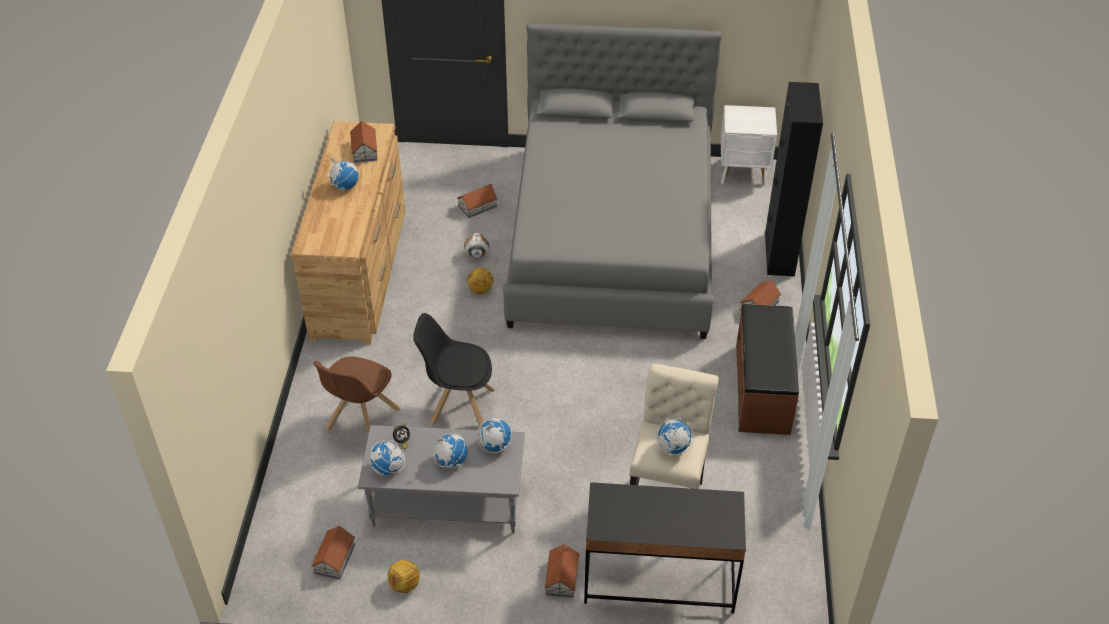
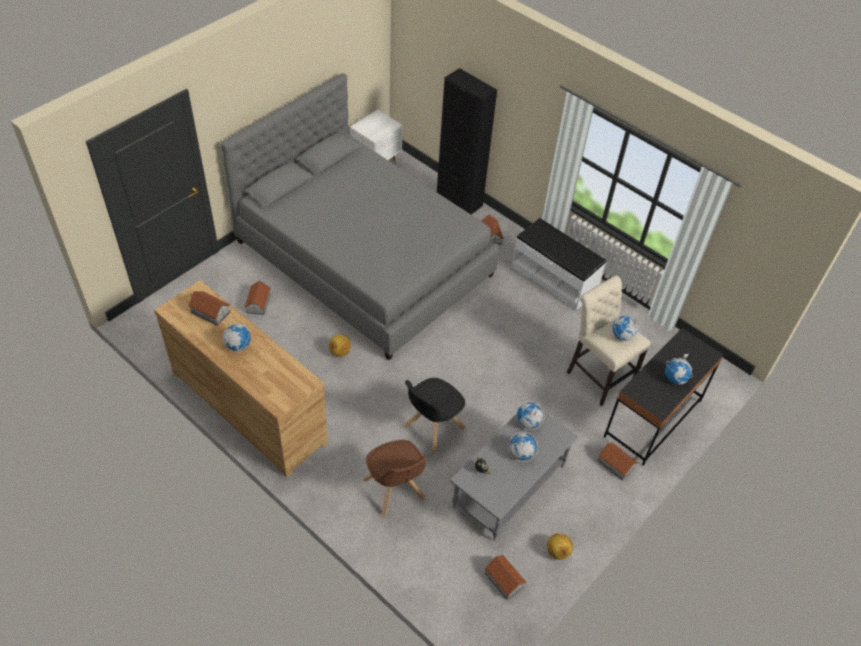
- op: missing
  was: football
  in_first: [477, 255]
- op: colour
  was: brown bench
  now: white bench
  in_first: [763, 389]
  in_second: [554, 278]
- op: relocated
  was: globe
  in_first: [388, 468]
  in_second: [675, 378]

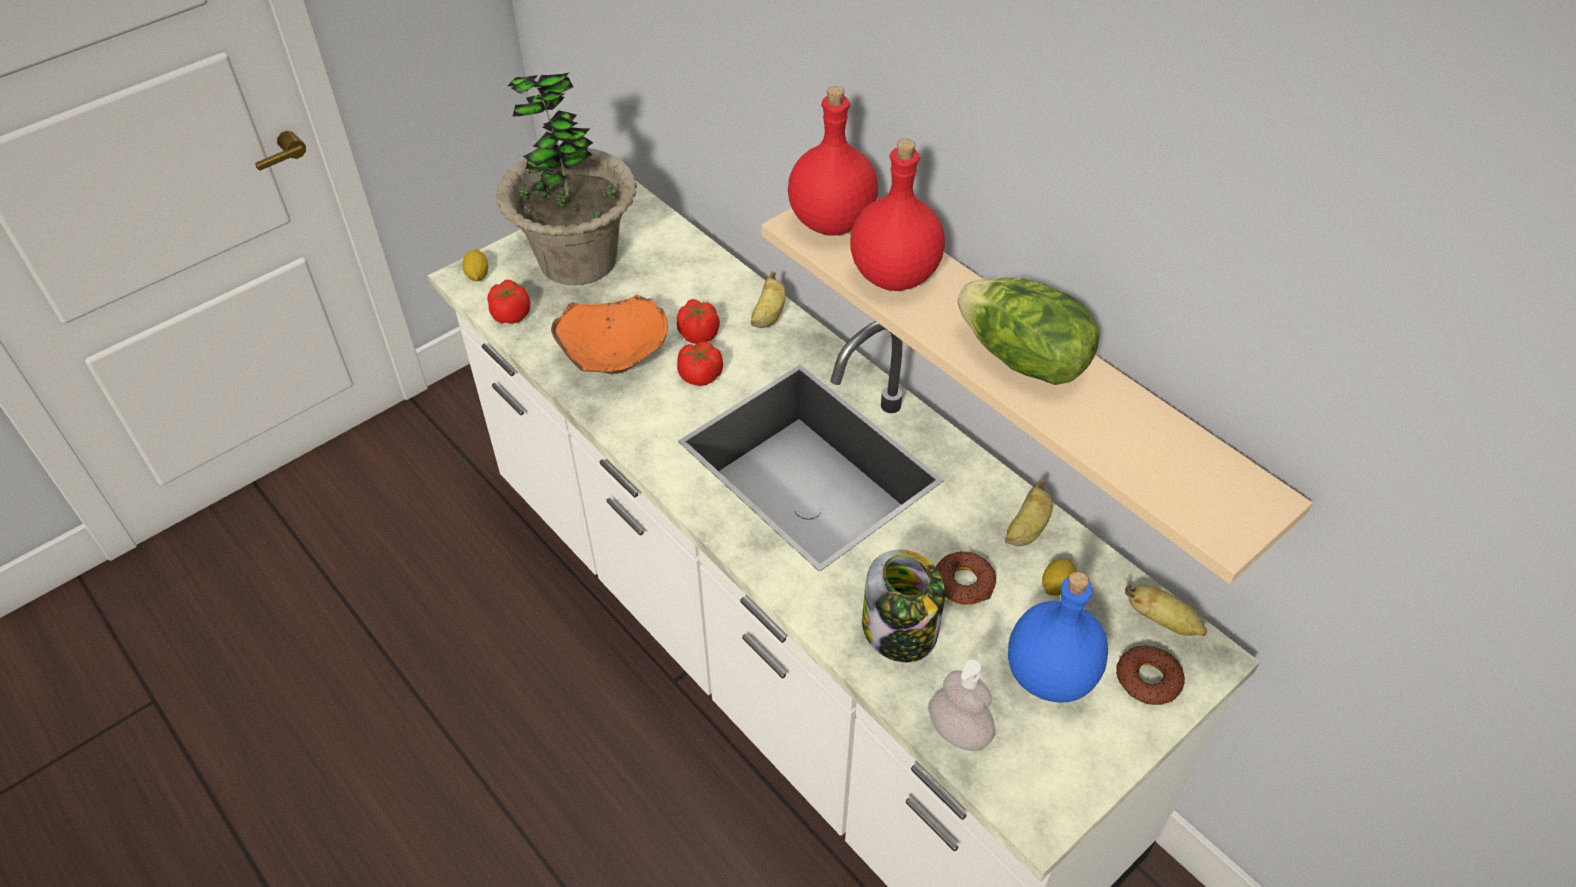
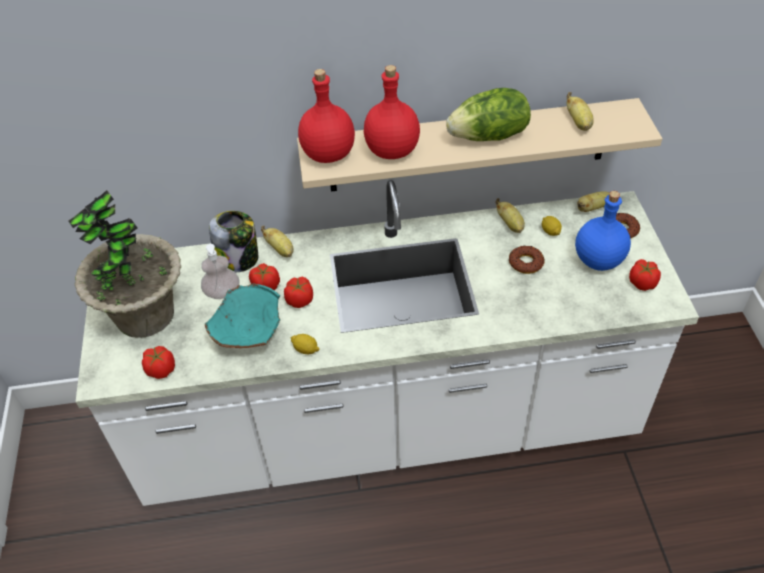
- op: relocated
  was: lemon
  in_first: [477, 274]
  in_second: [305, 349]
- op: colour
  was: orange bowl
  now: turquoise bowl
  in_first: [614, 357]
  in_second: [248, 333]
- op: relocated
  was: jar
  in_first: [900, 631]
  in_second: [238, 259]
- op: relocated
  was: soap dispenser
  in_first: [958, 731]
  in_second: [222, 292]
- op: appeared
  now: banana
  in_second: [579, 123]
- op: appeared
  now: tomato
  in_second: [642, 282]

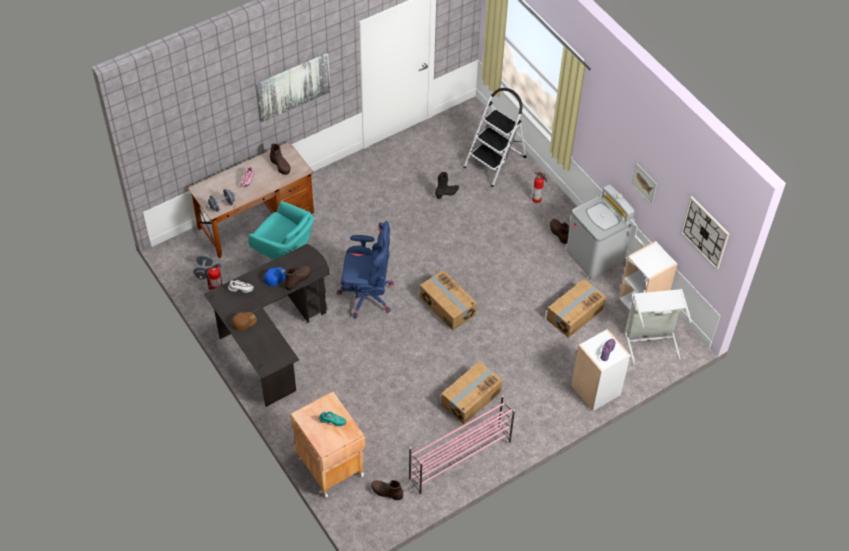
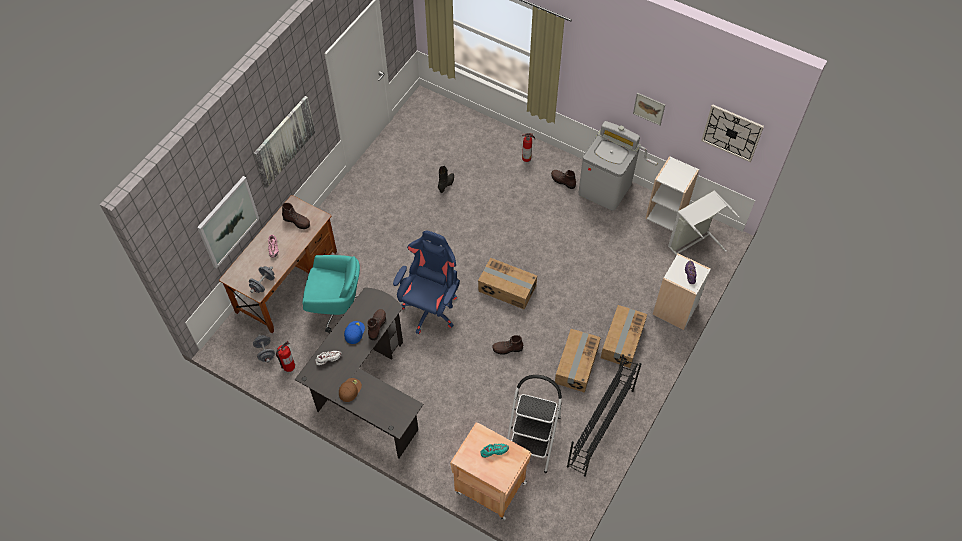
- op: relocated
  was: step ladder
  in_first: [496, 162]
  in_second: [533, 437]
- op: spun
  was: blue office chair
  in_first: [366, 296]
  in_second: [430, 310]
  clockwise: -45
- op: relocated
  was: cardboard box
  in_first: [574, 314]
  in_second: [622, 341]
- op: colour
  was: pink shoe rack
  now: black shoe rack
  in_first: [459, 460]
  in_second: [600, 428]
- op: relocated
  was: brown boot
  in_first: [386, 492]
  in_second: [507, 349]
- op: appeared
  now: picture
  in_second: [228, 222]

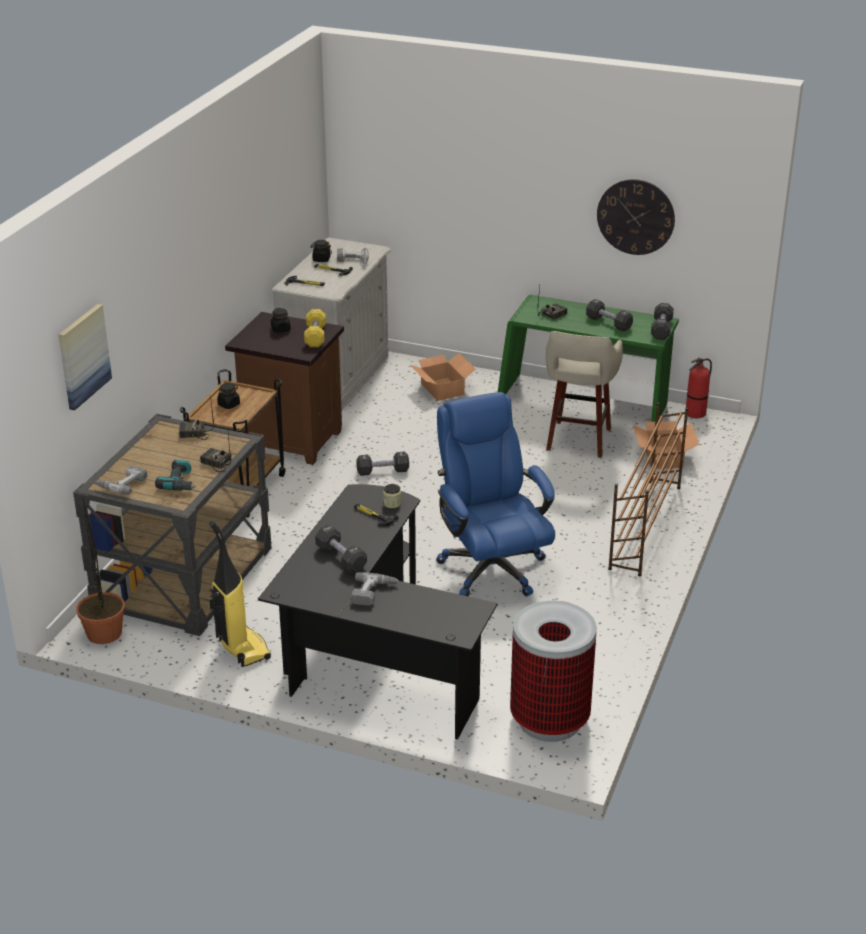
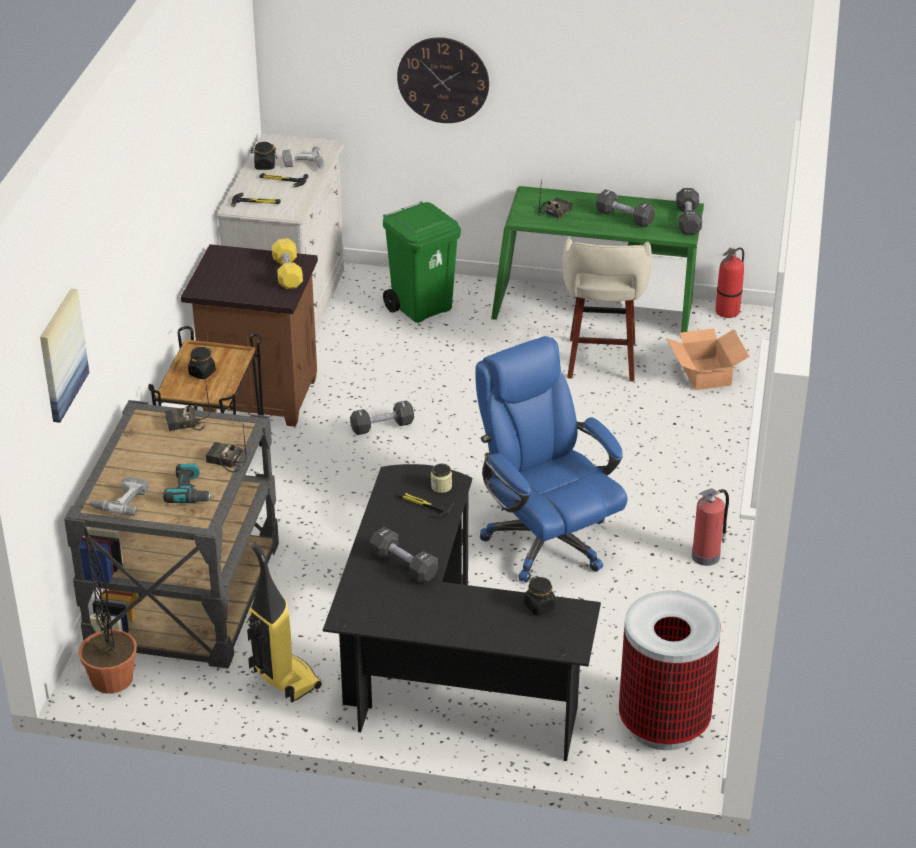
- op: relocated
  was: wall clock
  in_first: [635, 217]
  in_second: [443, 80]
- op: relocated
  was: black jar
  in_first: [281, 329]
  in_second: [539, 606]
- op: exchanged
  was: cardboard box
  now: green trash can
  in_first: [442, 389]
  in_second: [422, 307]
- op: missing
  was: brown shoe rack
  in_first: [645, 527]
- op: missing
  was: power drill
  in_first: [373, 593]
- op: appeared
  now: fire extinguisher
  in_second: [707, 555]

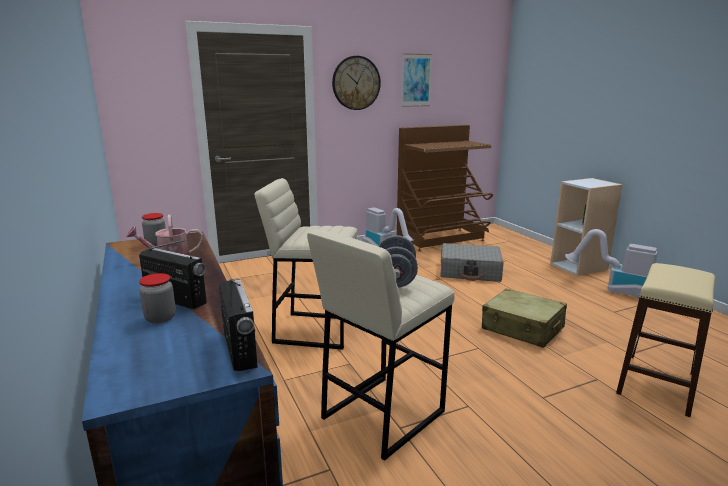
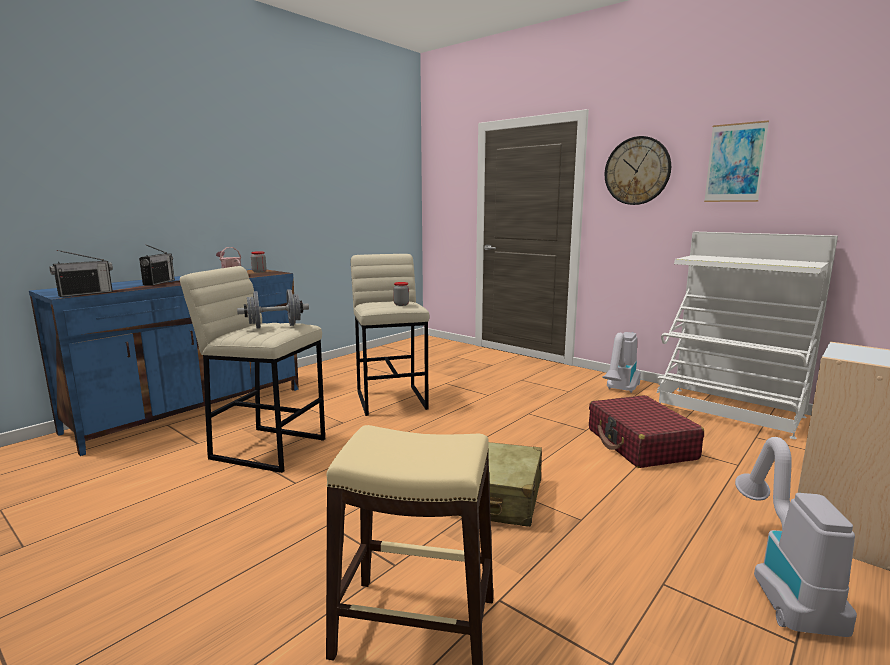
- op: colour
  was: brown shoe rack
  now: white shoe rack
  in_first: [442, 240]
  in_second: [728, 412]
- op: colour
  was: grey suitcase
  now: red suitcase
  in_first: [470, 271]
  in_second: [640, 444]
- op: relocated
  was: jar
  in_first: [160, 318]
  in_second: [401, 304]

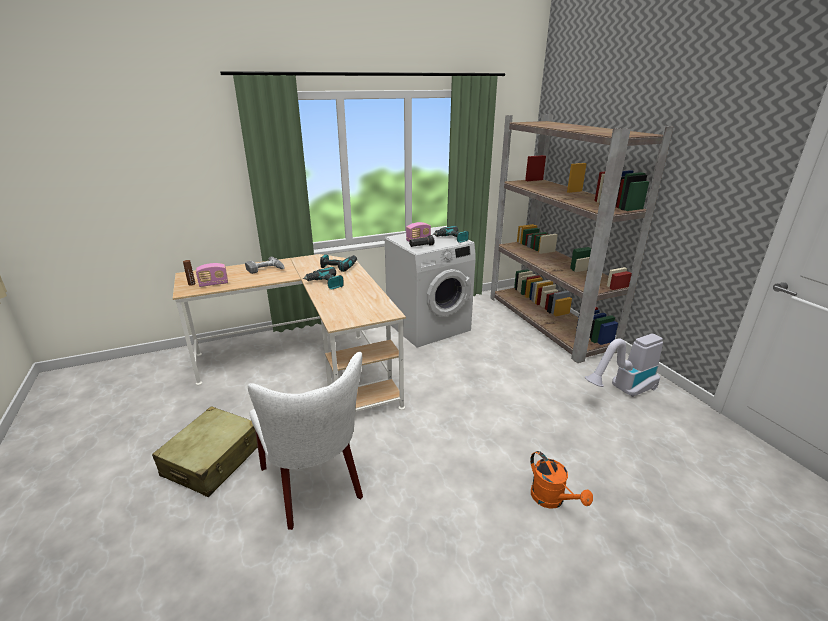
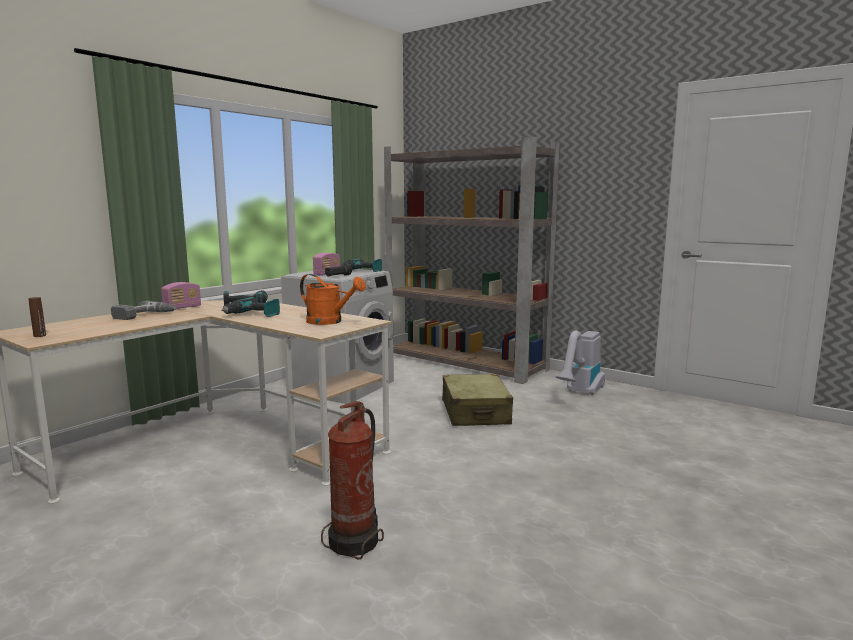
- op: relocated
  was: radio
  in_first: [214, 284]
  in_second: [182, 308]
- op: exchanged
  was: white chair
  now: fire extinguisher
  in_first: [314, 486]
  in_second: [356, 542]
- op: relocated
  was: beige suitcase
  in_first: [213, 460]
  in_second: [475, 412]
- op: relocated
  was: orange watering can
  in_first: [552, 500]
  in_second: [330, 322]

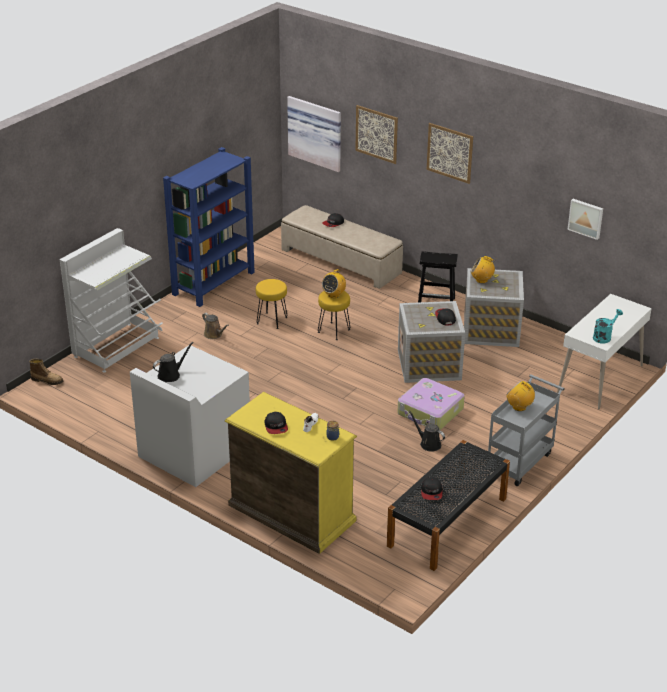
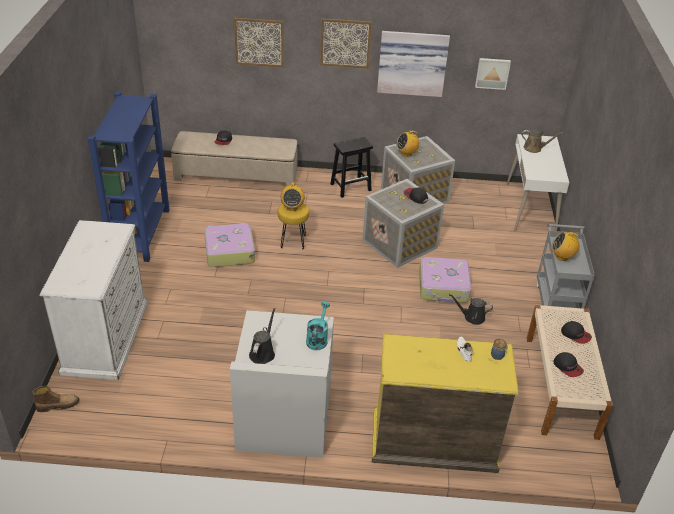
- op: relocated
  was: picture
  in_first: [316, 132]
  in_second: [412, 62]
- op: exchanged
  was: white shoe rack
  now: white dresser
  in_first: [119, 348]
  in_second: [105, 336]
- op: exchanged
  was: yellow stool
  now: suitcase
  in_first: [271, 320]
  in_second: [229, 251]
- op: relocated
  was: turquoise watering can
  in_first: [604, 336]
  in_second: [317, 338]
- op: relocated
  was: brown watering can
  in_first: [214, 335]
  in_second: [534, 148]
- op: relocated
  was: cap
  in_first: [276, 426]
  in_second: [575, 335]
- op: colour
  was: black bench
  now: beige bench
  in_first: [448, 522]
  in_second: [561, 386]

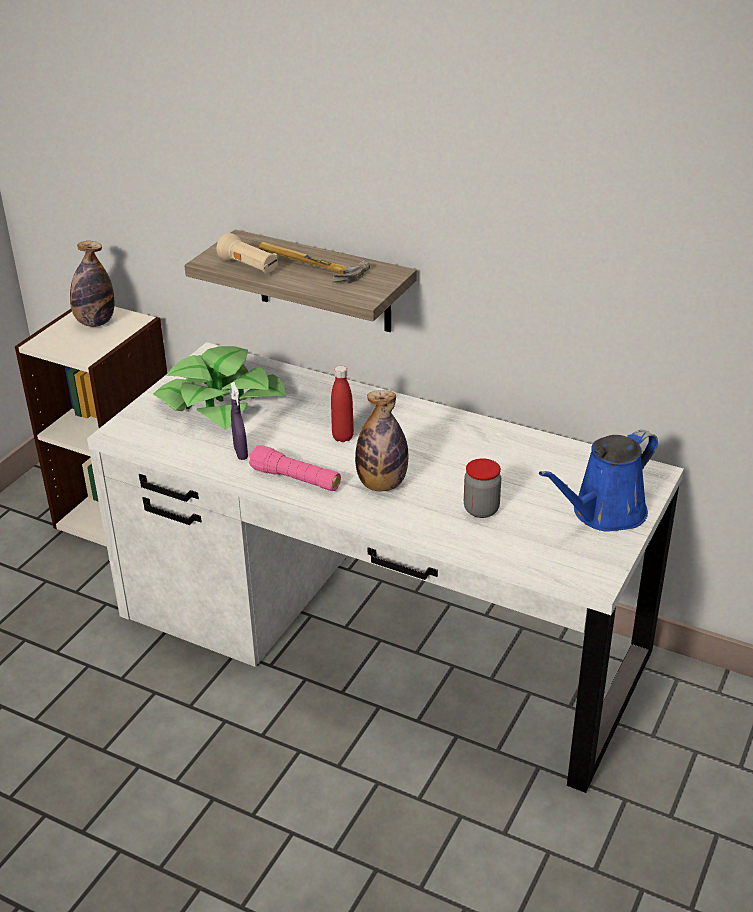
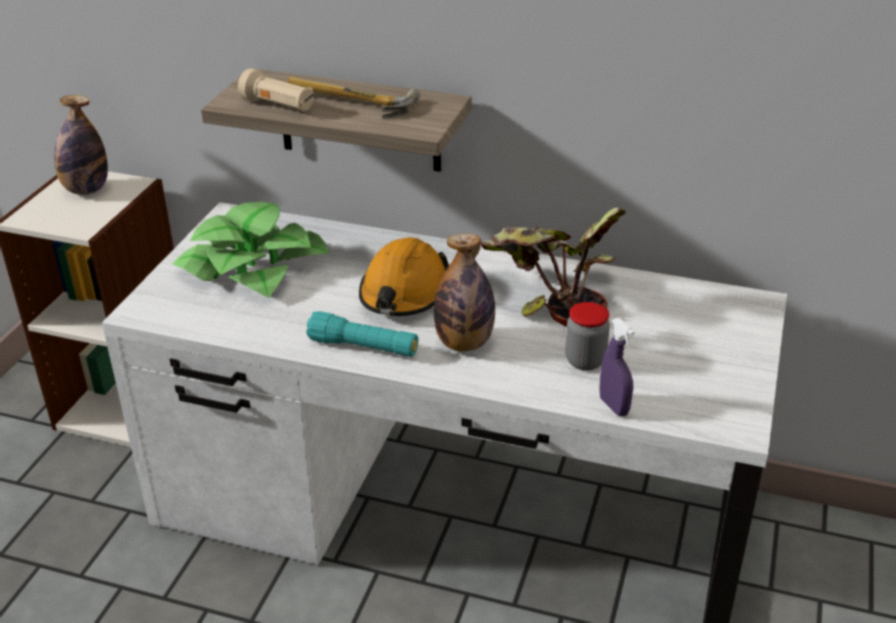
- op: exchanged
  was: red bottle
  now: orange hard hat
  in_first: [343, 437]
  in_second: [404, 294]
- op: relocated
  was: purple spray bottle
  in_first: [240, 453]
  in_second: [614, 406]
- op: missing
  was: blue watering can
  in_first: [604, 513]
- op: colour
  was: pink flashlight
  now: turquoise flashlight
  in_first: [296, 479]
  in_second: [363, 347]
- op: appeared
  now: potted plant
  in_second: [548, 295]

